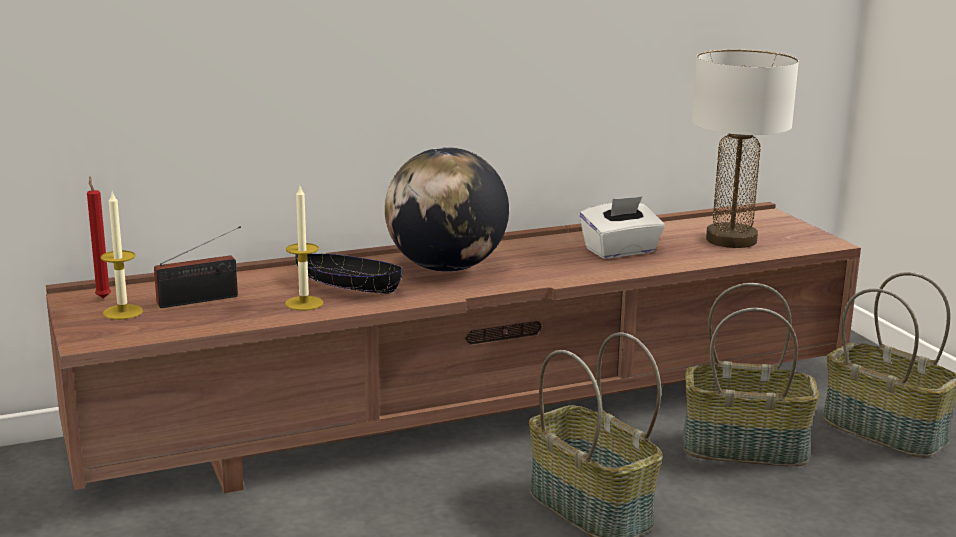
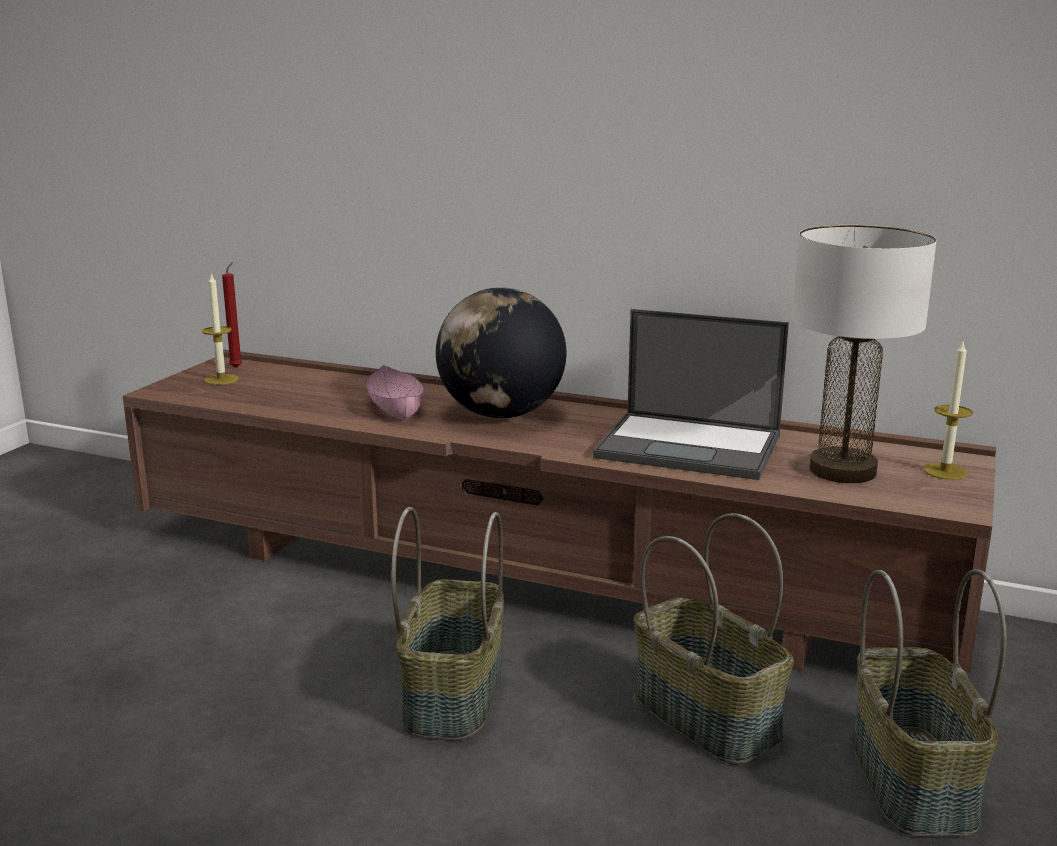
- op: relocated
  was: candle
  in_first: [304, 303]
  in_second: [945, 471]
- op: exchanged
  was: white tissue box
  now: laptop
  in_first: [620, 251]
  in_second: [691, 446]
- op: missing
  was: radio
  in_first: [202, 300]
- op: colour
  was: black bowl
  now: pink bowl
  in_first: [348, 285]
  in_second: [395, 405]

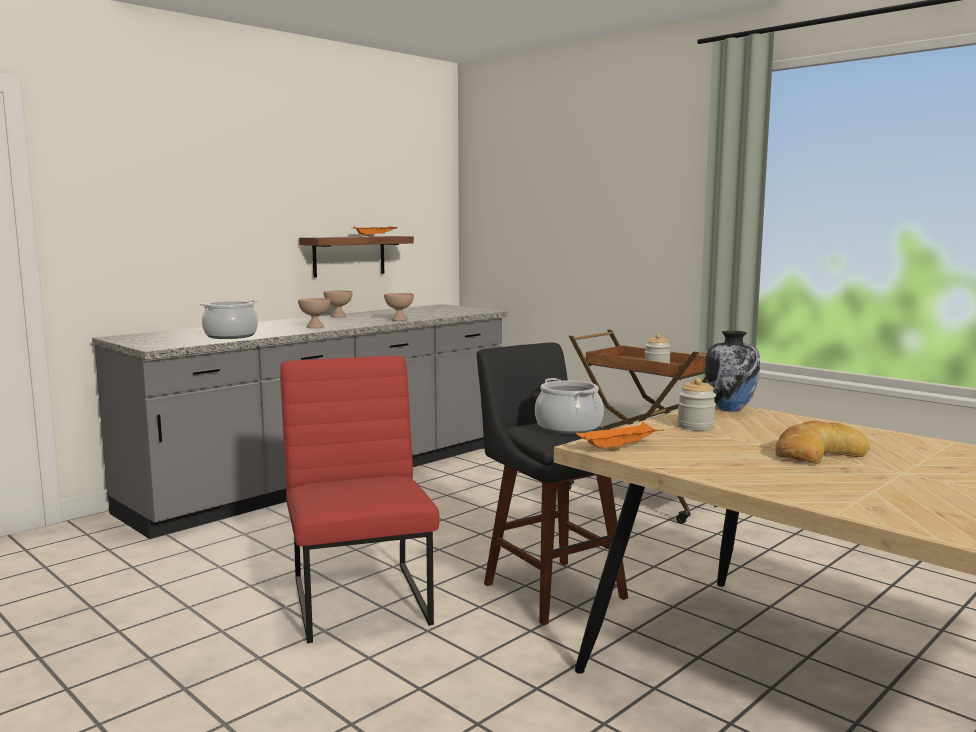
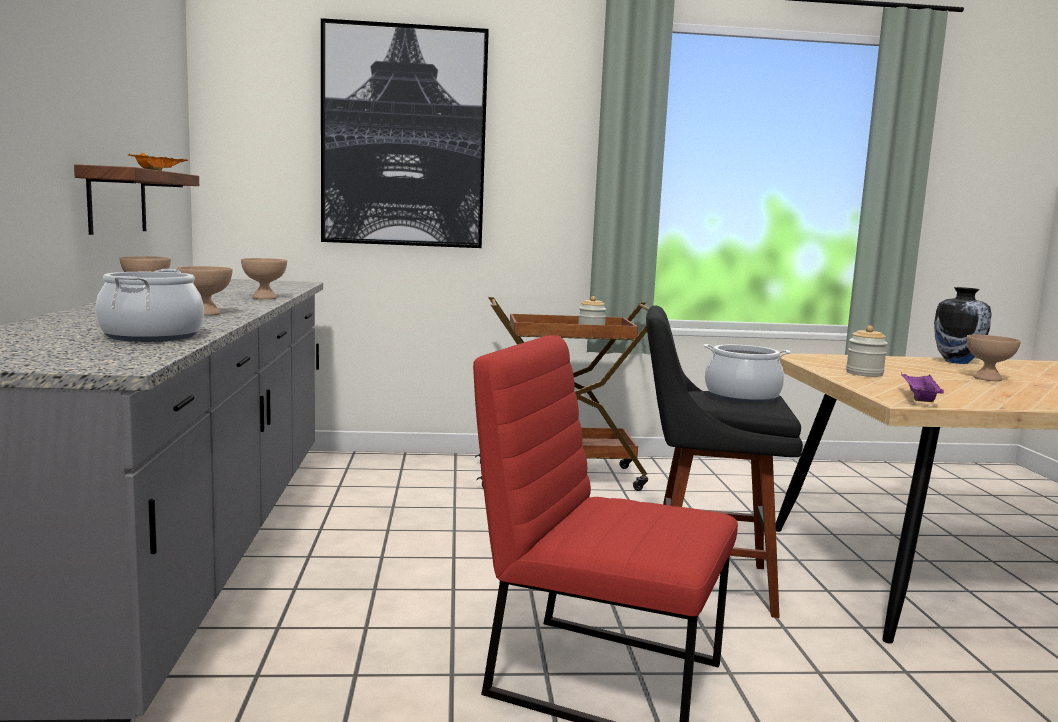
- op: relocated
  was: vase
  in_first: [731, 409]
  in_second: [957, 362]
- op: exchanged
  was: bread
  now: beige bowl
  in_first: [816, 453]
  in_second: [988, 379]
- op: colour
  was: orange tray
  now: purple tray
  in_first: [619, 447]
  in_second: [919, 399]
- op: appeared
  now: picture
  in_second: [404, 137]

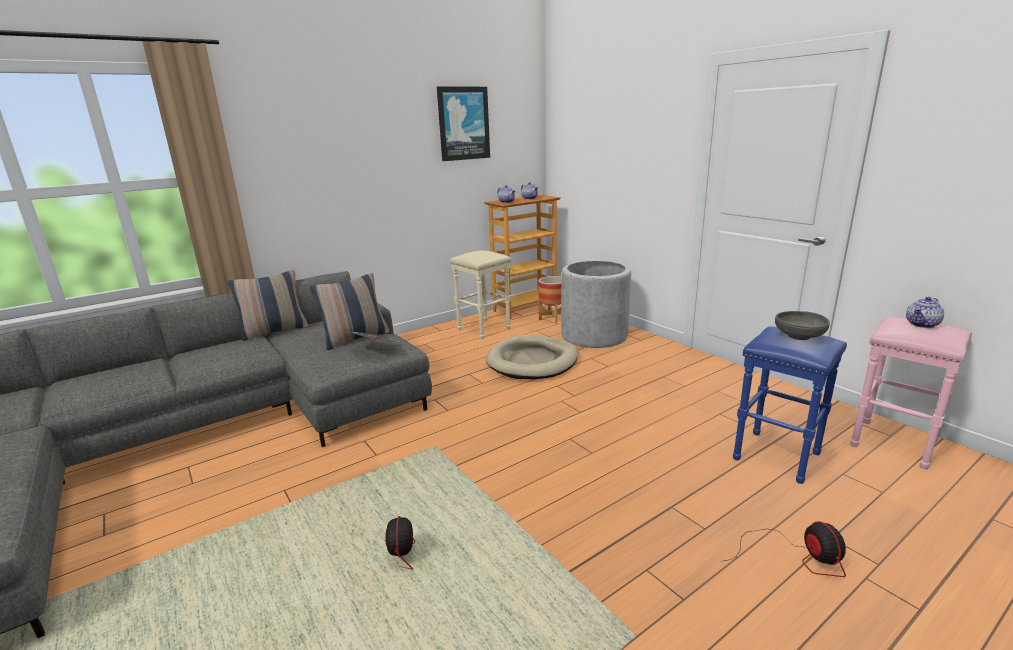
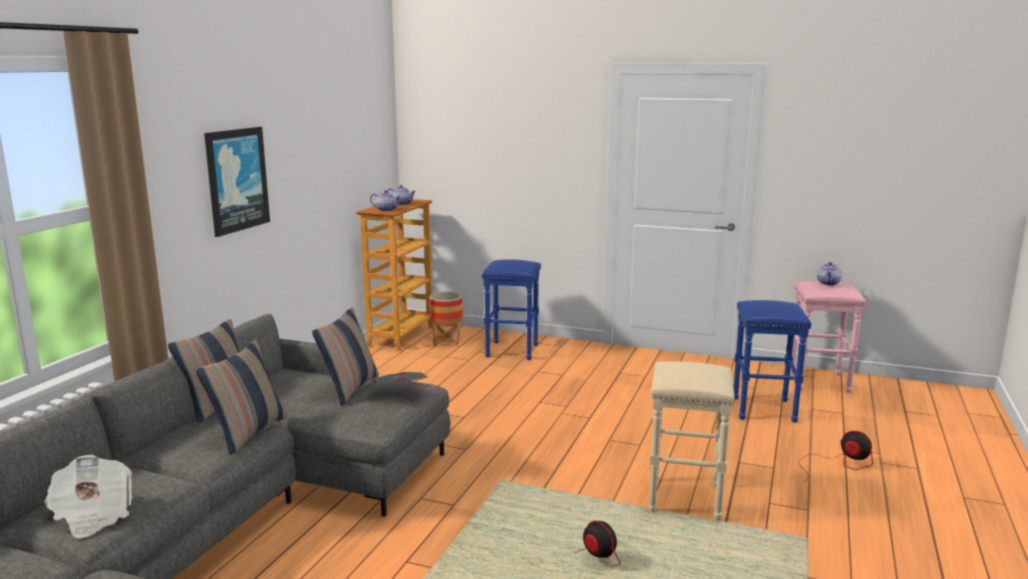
- op: relocated
  was: picture
  in_first: [463, 123]
  in_second: [236, 180]
- op: relocated
  was: beige stool
  in_first: [482, 329]
  in_second: [683, 499]
- op: exchanged
  was: grey planter
  now: blue stool
  in_first: [594, 335]
  in_second: [513, 350]
- op: missing
  was: grey bowl
  in_first: [799, 336]
- op: missing
  was: beige dog bed
  in_first: [532, 361]
- op: appeared
  now: pillow
  in_second: [248, 433]
- op: appeared
  now: newspaper
  in_second: [93, 515]

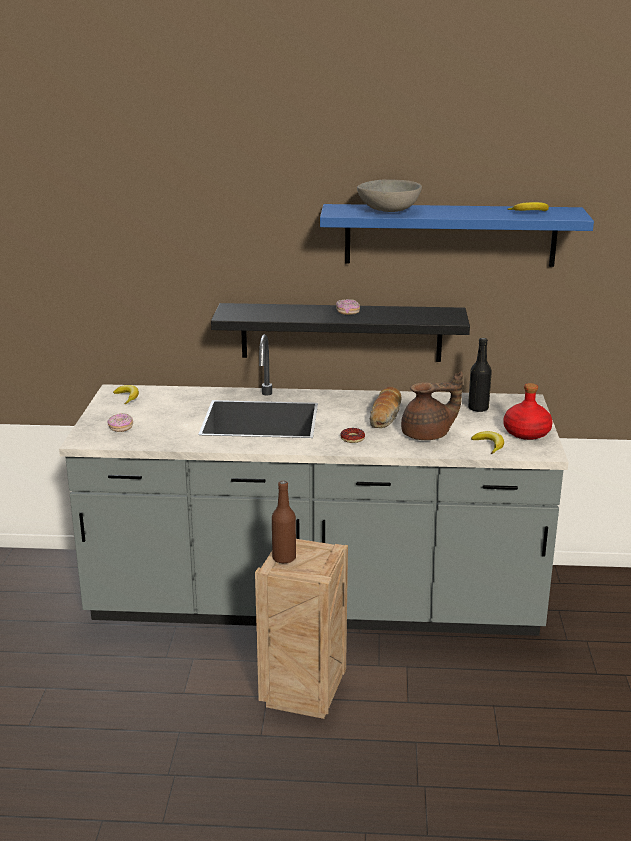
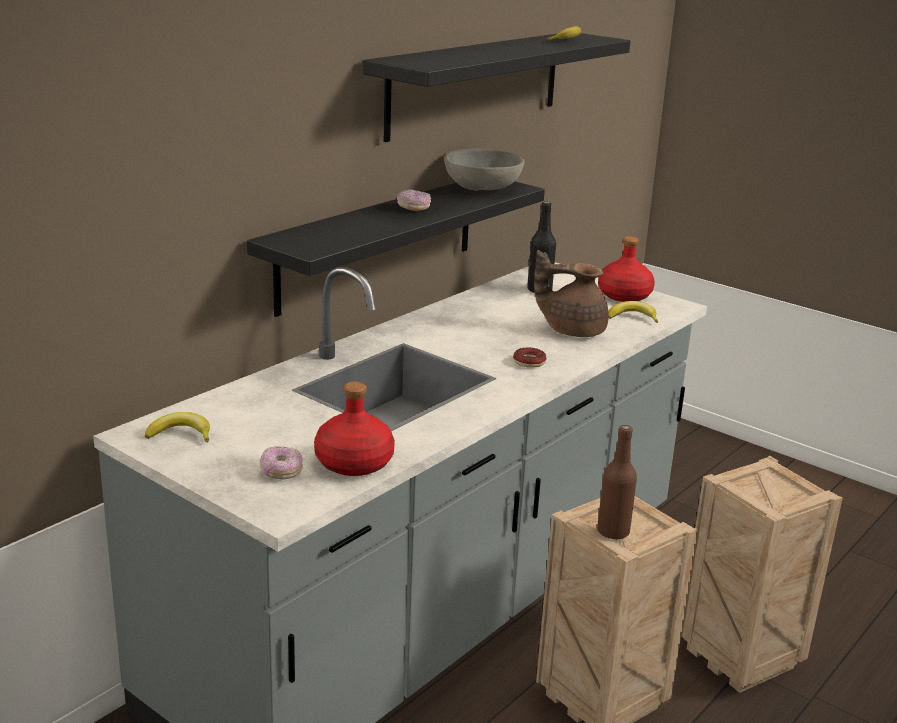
- op: relocated
  was: grey bowl
  in_first: [388, 211]
  in_second: [481, 189]
- op: colour
  was: blue shelf
  now: black shelf
  in_first: [450, 235]
  in_second: [476, 83]
- op: spun
  was: brown teapot
  in_first: [428, 435]
  in_second: [572, 330]
  clockwise: -105
- op: missing
  was: bread
  in_first: [386, 416]
- op: appeared
  now: red bottle
  in_second: [355, 463]
- op: appeared
  now: crate
  in_second: [742, 659]

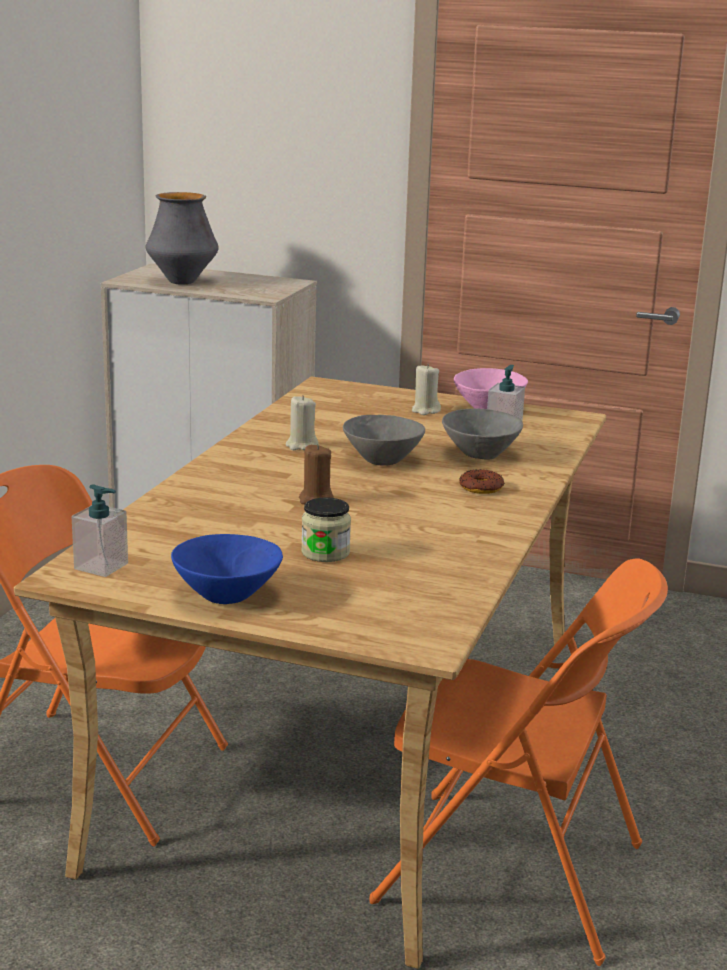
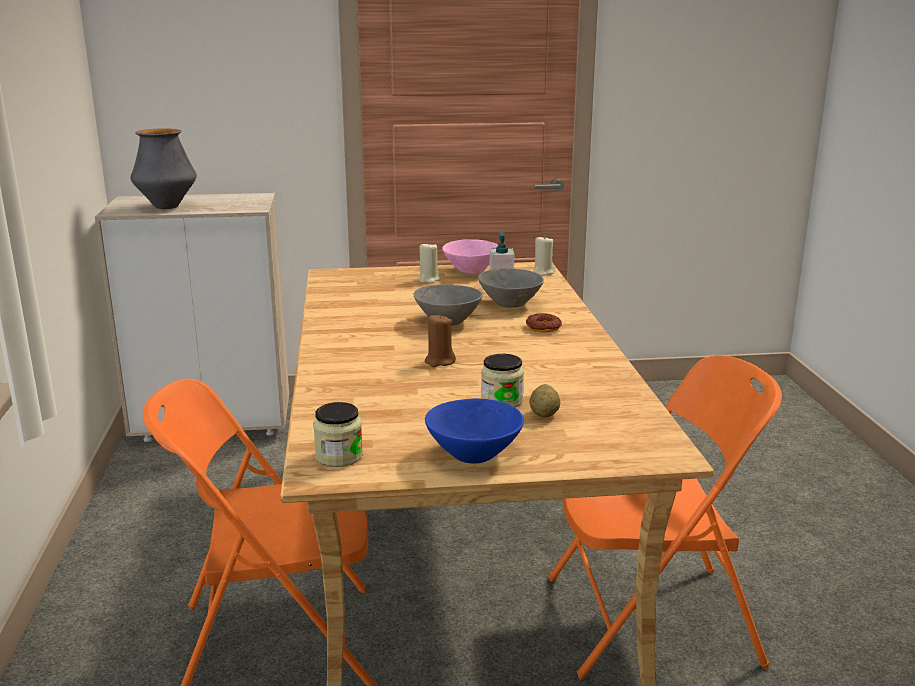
- op: relocated
  was: beige candle
  in_first: [301, 446]
  in_second: [543, 272]
- op: exchanged
  was: soap dispenser
  now: jar
  in_first: [101, 566]
  in_second: [339, 456]
- op: appeared
  now: potato
  in_second: [544, 414]

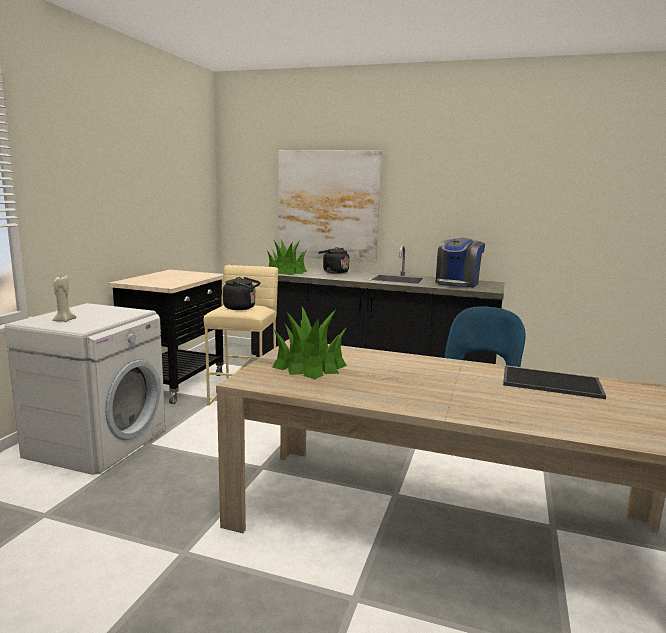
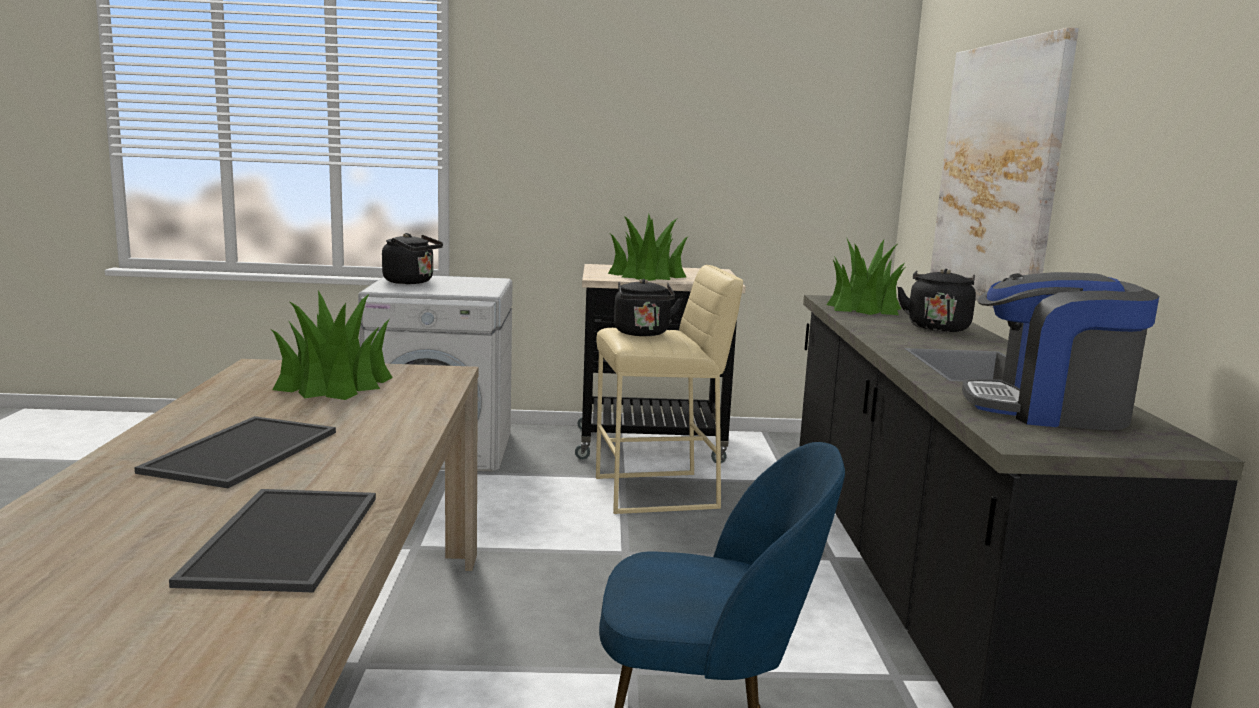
- op: exchanged
  was: beige candle
  now: black kettle
  in_first: [64, 320]
  in_second: [411, 282]
- op: appeared
  now: potted plant
  in_second: [647, 275]
- op: appeared
  now: tray
  in_second: [241, 450]

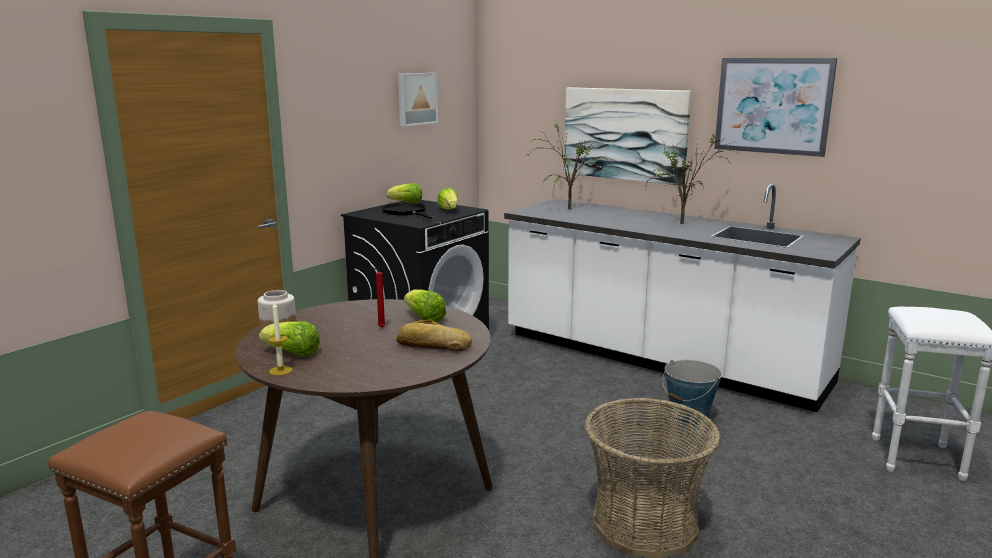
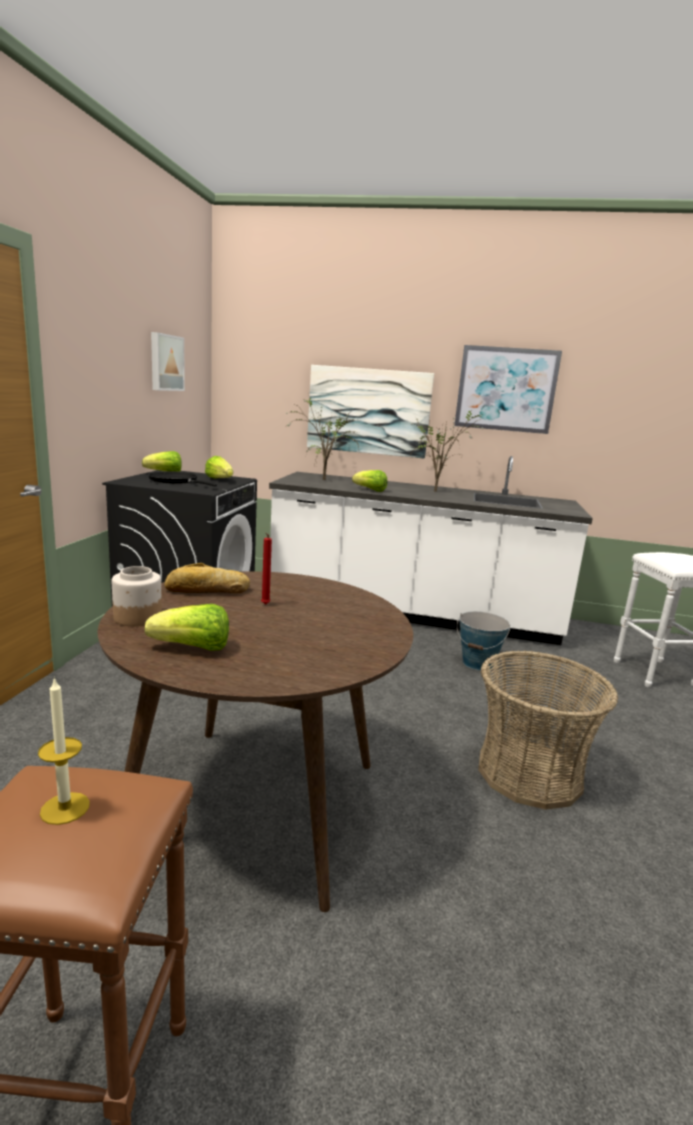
- op: relocated
  was: lettuce
  in_first: [424, 319]
  in_second: [370, 490]
- op: relocated
  was: candle
  in_first: [280, 370]
  in_second: [65, 808]
- op: relocated
  was: bread
  in_first: [433, 345]
  in_second: [207, 590]

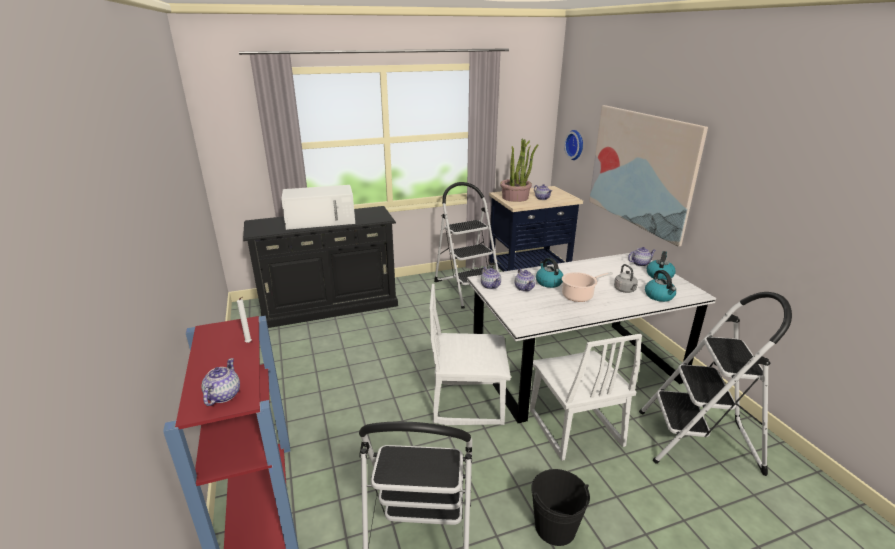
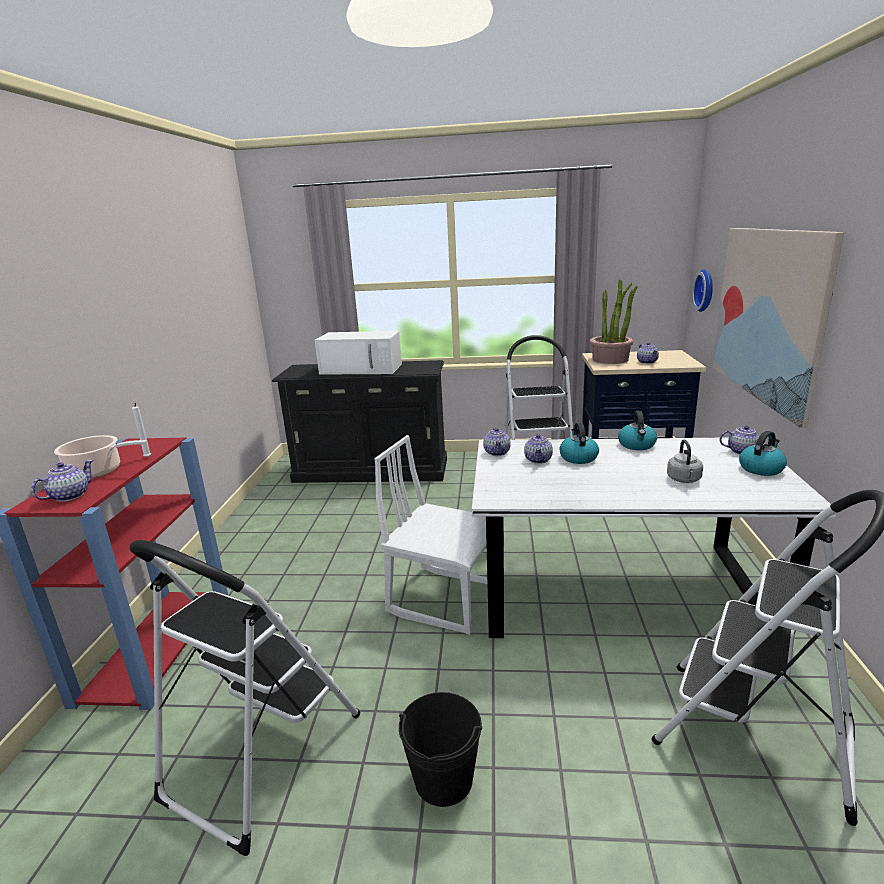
- op: relocated
  was: kettle
  in_first: [659, 296]
  in_second: [637, 445]
- op: relocated
  was: cooking pot
  in_first: [579, 295]
  in_second: [98, 472]
- op: missing
  was: white chair
  in_first: [574, 428]

